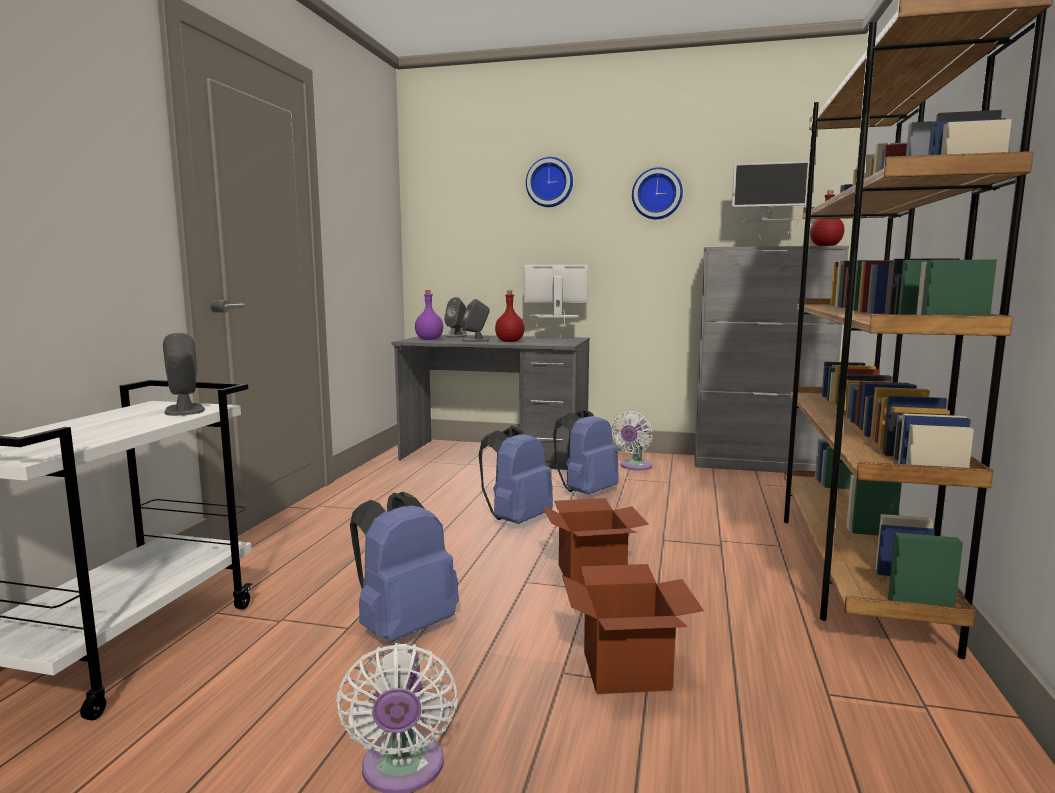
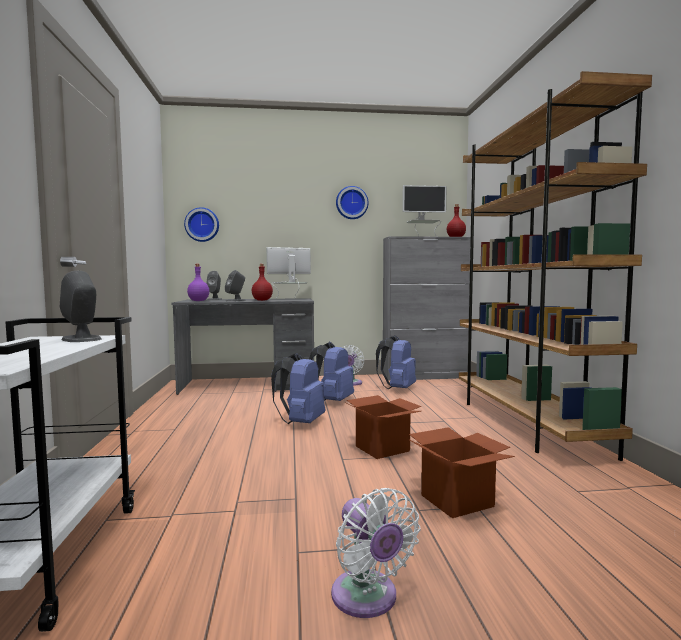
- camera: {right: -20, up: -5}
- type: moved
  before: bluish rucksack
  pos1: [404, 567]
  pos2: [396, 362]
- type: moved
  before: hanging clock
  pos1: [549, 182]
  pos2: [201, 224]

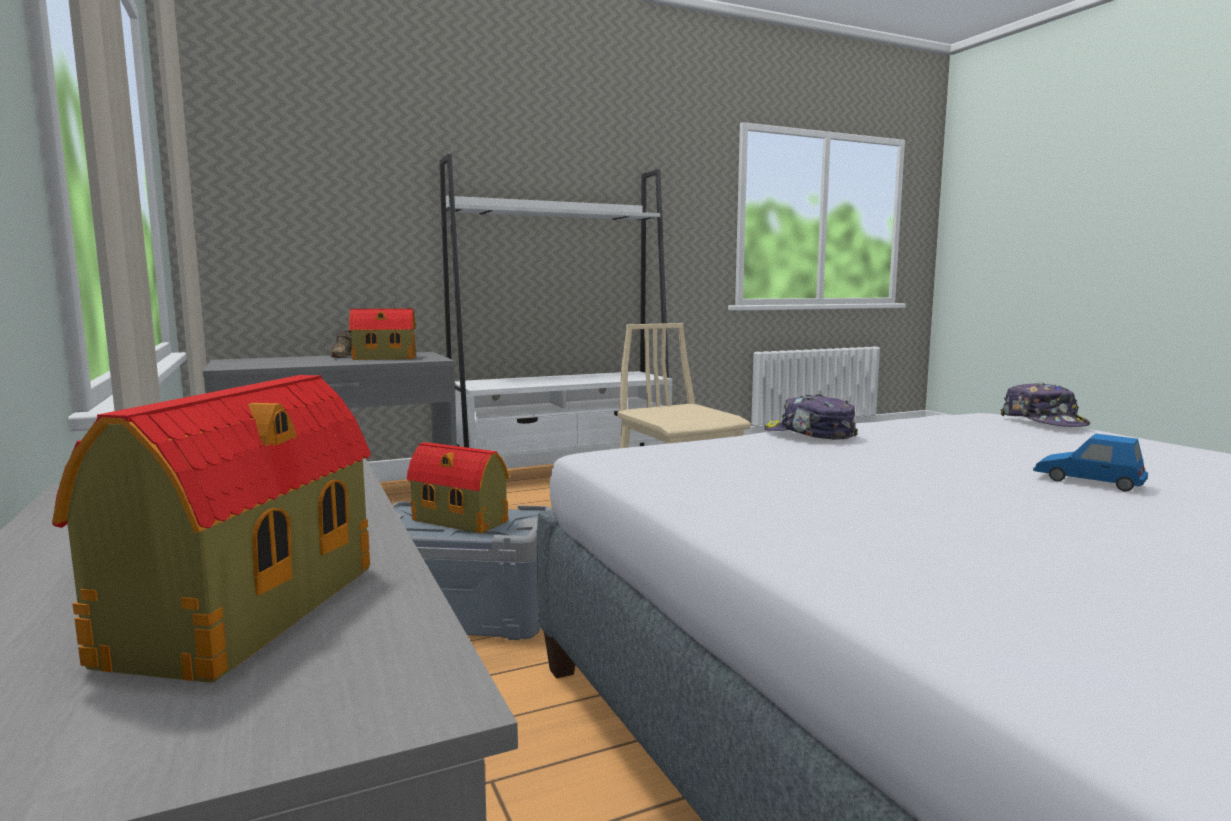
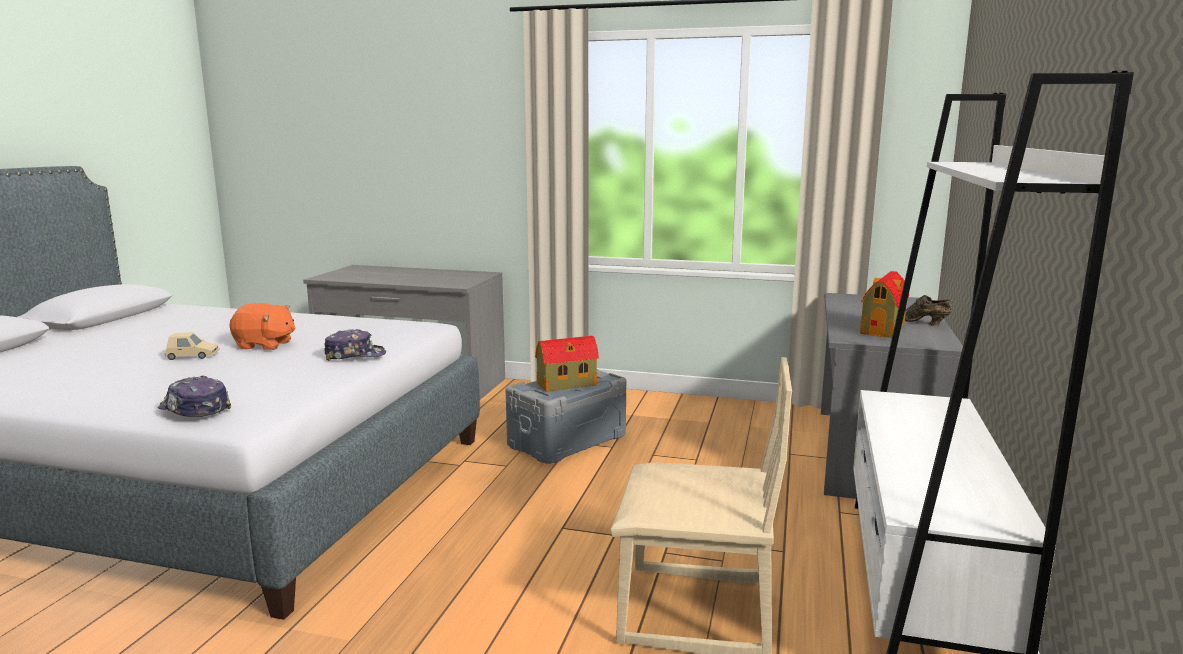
- camera: {right: 130, up: 5}
- type: removed
  before: miniature house
  pos1: [211, 528]
- type: recoloured
  before: bluish model car
  after: sand-coloured model car
  pos1: [1090, 463]
  pos2: [192, 346]
- type: added
  after: orange plush toy
  pos2: [263, 326]

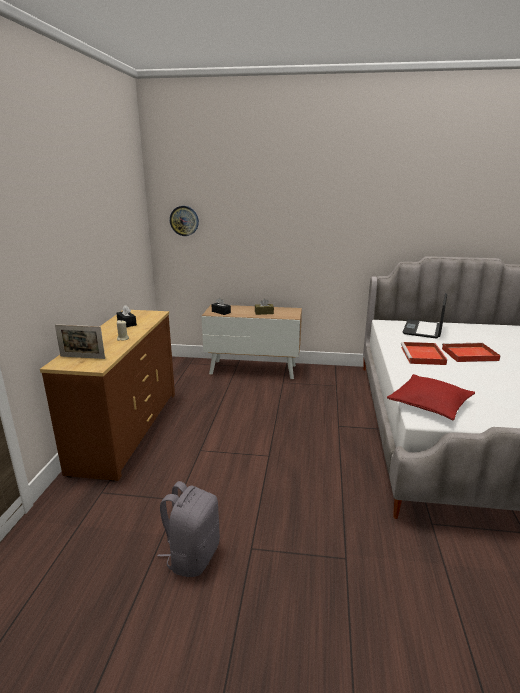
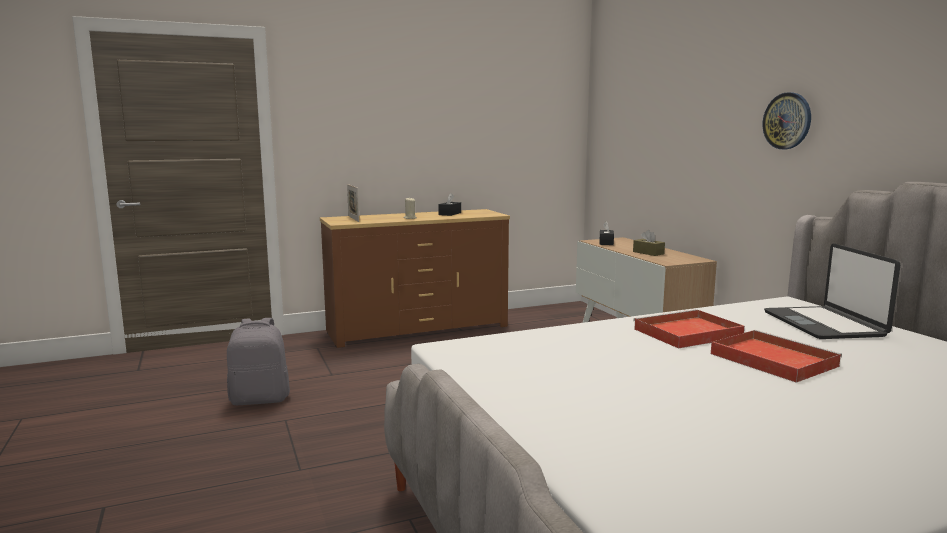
- camera: {right: 60, up: -10}
- type: moved
  before: hanging clock
  pos1: [184, 221]
  pos2: [787, 120]
- type: removed
  before: red cushion
  pos1: [431, 397]
- type: turned
  before: laptop
  pos1: [425, 316]
  pos2: [832, 291]
  turn: -90

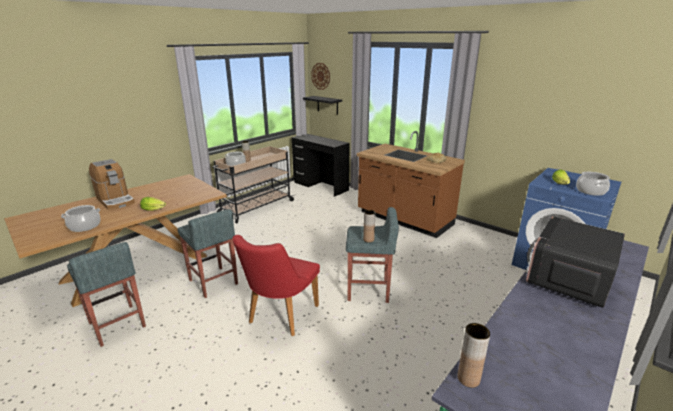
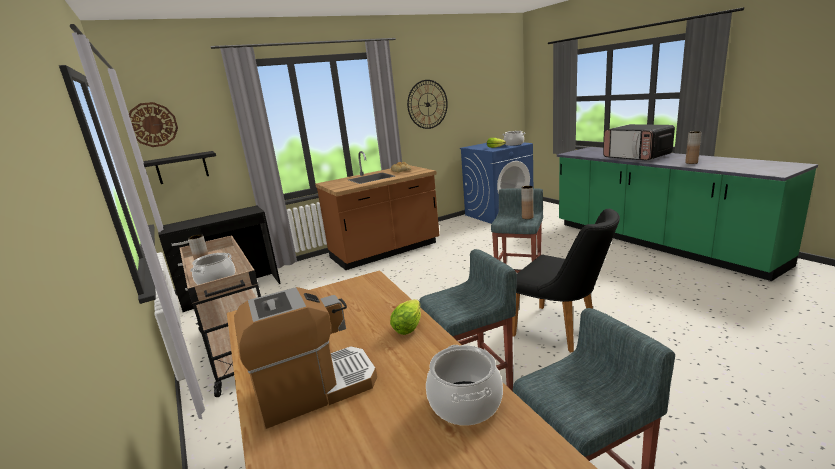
- camera: {right: -70, up: -5}
- type: recoloured
  before: red plain chair
  after: black-coloured plain chair
  pos1: [276, 285]
  pos2: [566, 281]
- type: moved
  before: brown flower vase
  pos1: [473, 355]
  pos2: [693, 147]
- type: added
  after: hanging clock
  pos2: [427, 104]

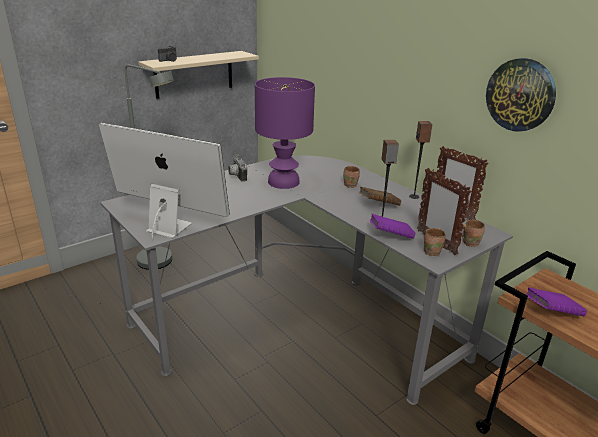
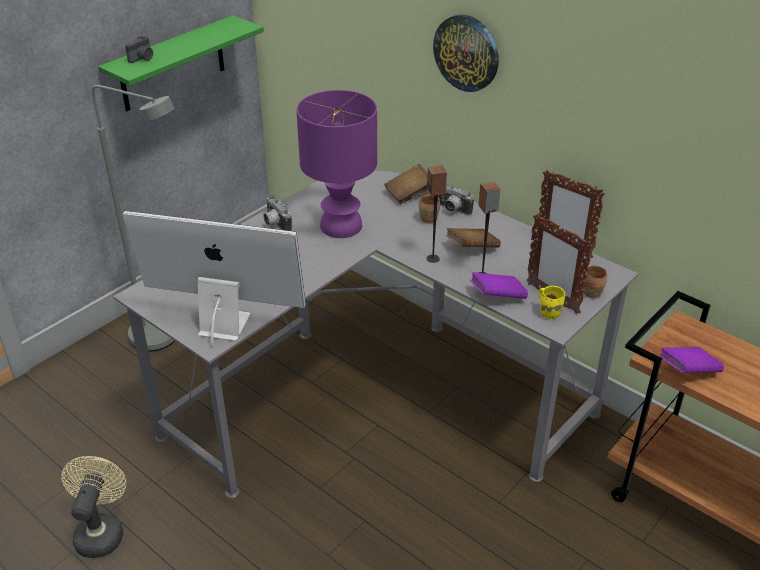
- camera: {right: -10, up: 10}
- type: recoloured
  before: sand-coloured shelf
  after: greenish shelf
  pos1: [198, 75]
  pos2: [181, 63]
- type: moved
  before: loudspeaker
  pos1: [421, 160]
  pos2: [436, 214]
- type: recoloured
  before: brown mug
  after: yellowish mug
  pos1: [434, 242]
  pos2: [551, 302]
- type: moved
  before: hanging clock
  pos1: [521, 95]
  pos2: [466, 53]
- type: added
  after: sand-coloured fan
  pos2: [94, 507]
- type: added
  after: brown volume
  pos2: [406, 184]
- type: added
  after: still camera
  pos2: [456, 199]

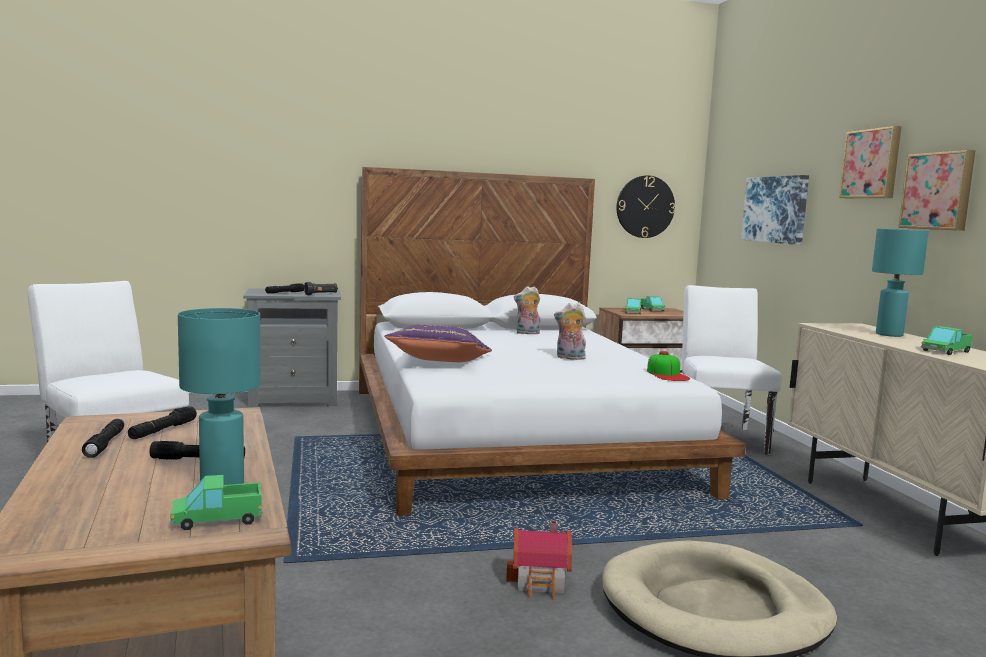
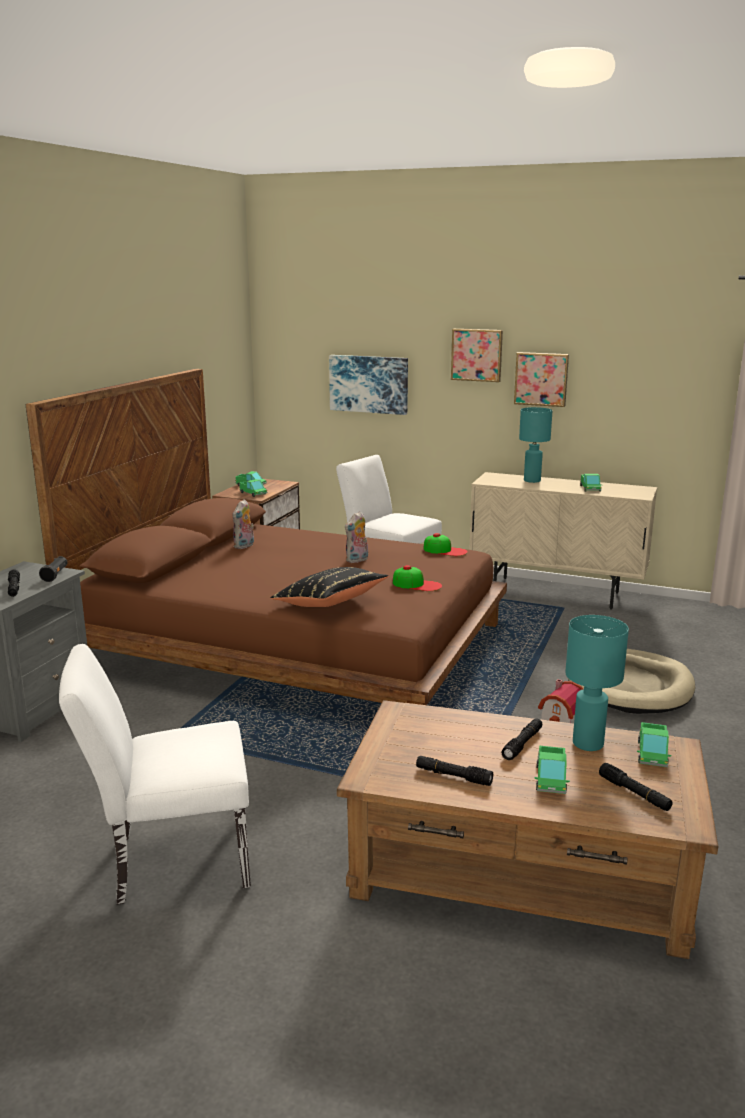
- camera: {right: -55, up: 10}
- type: moved
  before: black-coloured flashlight
  pos1: [162, 422]
  pos2: [636, 787]
- type: recoloured
  before: whitish bed
  after: brown bed
  pos1: [552, 341]
  pos2: [266, 537]
- type: recoloured
  before: purplish cushion
  after: black-coloured cushion
  pos1: [438, 343]
  pos2: [329, 587]
- type: removed
  before: hanging clock
  pos1: [645, 206]
- type: added
  after: baseball cap
  pos2: [417, 578]
- type: added
  after: model truck
  pos2: [552, 770]

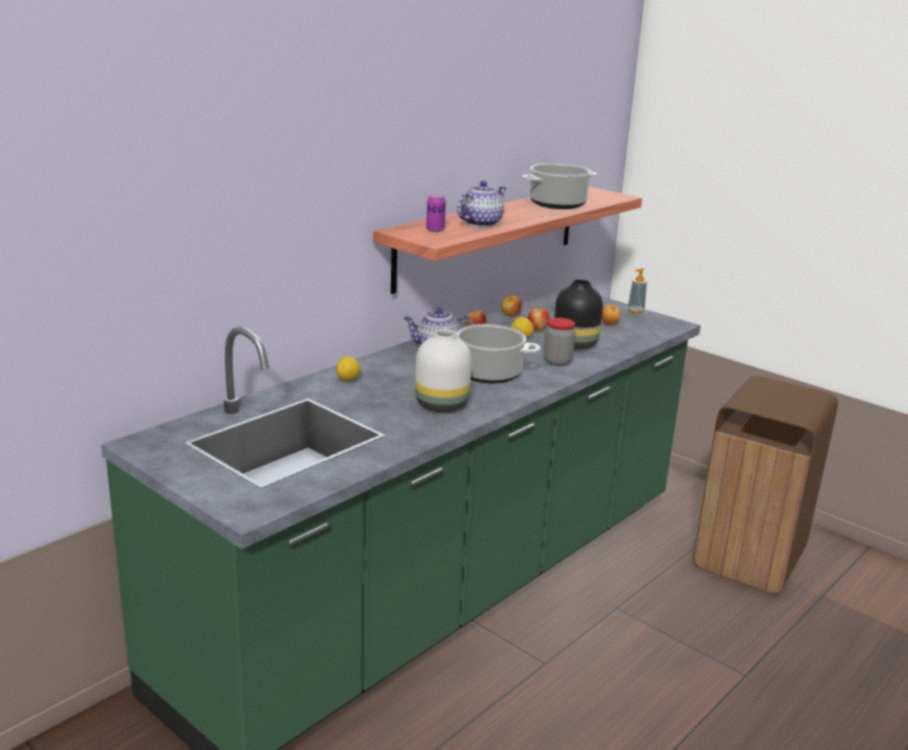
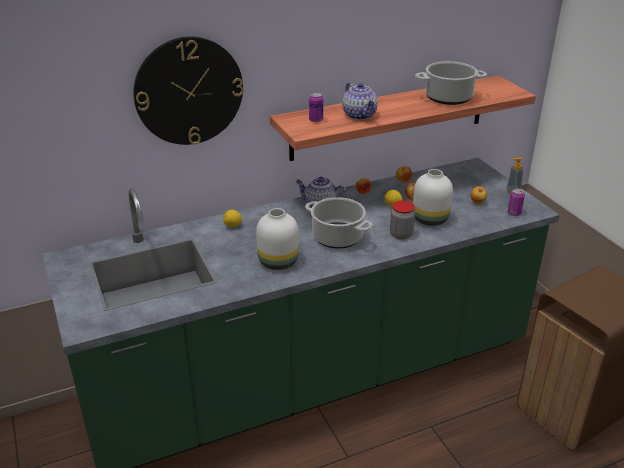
- camera: {right: 25, up: 10}
- type: turned
  before: teapot
  pos1: [482, 204]
  pos2: [360, 101]
  turn: 90
- type: recoloured
  before: black-coloured flower vase
  after: whitish flower vase
  pos1: [578, 314]
  pos2: [433, 197]
- type: added
  after: hanging clock
  pos2: [188, 91]
- type: added
  after: can
  pos2: [516, 202]

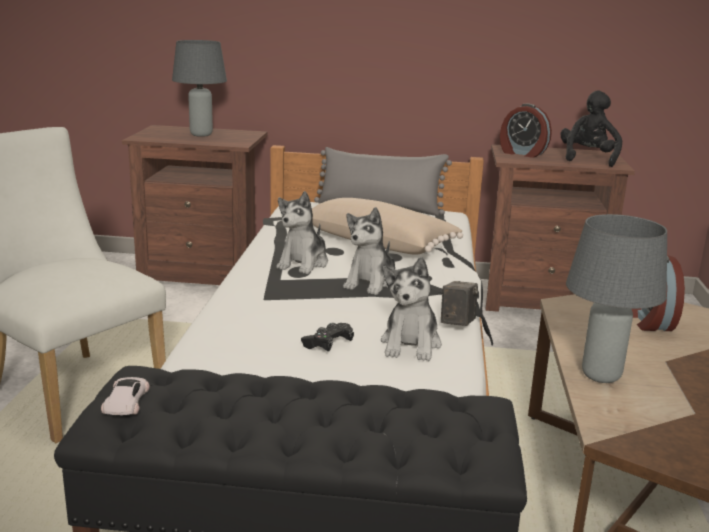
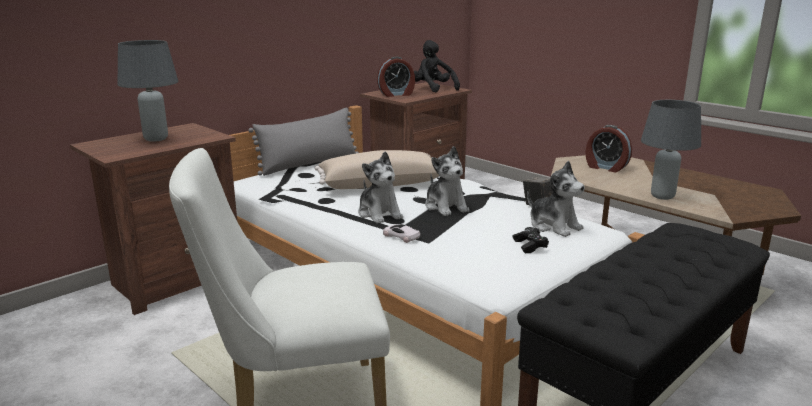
- camera: {right: -50, up: 0}
- type: moved
  before: whitish model car
  pos1: [125, 396]
  pos2: [401, 233]

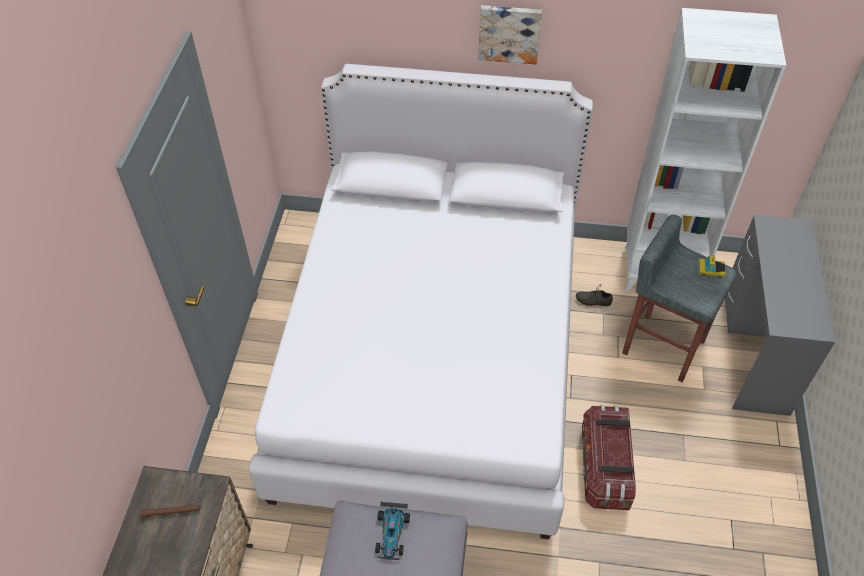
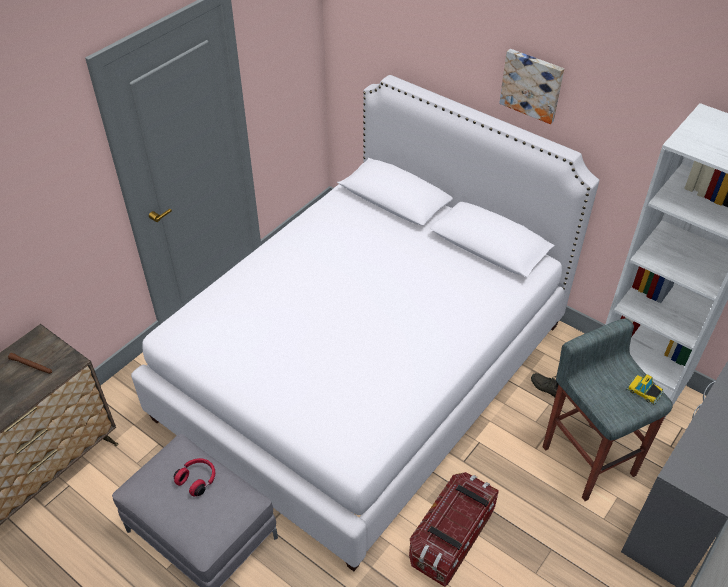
- camera: {right: 30, up: -5}
- type: replaced
  before: model car
  after: red pair of headphones
  pos1: [392, 530]
  pos2: [194, 477]

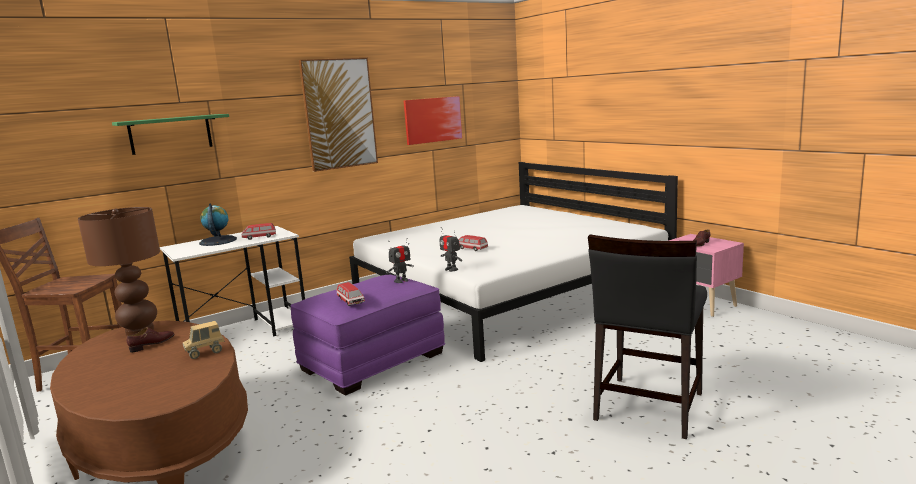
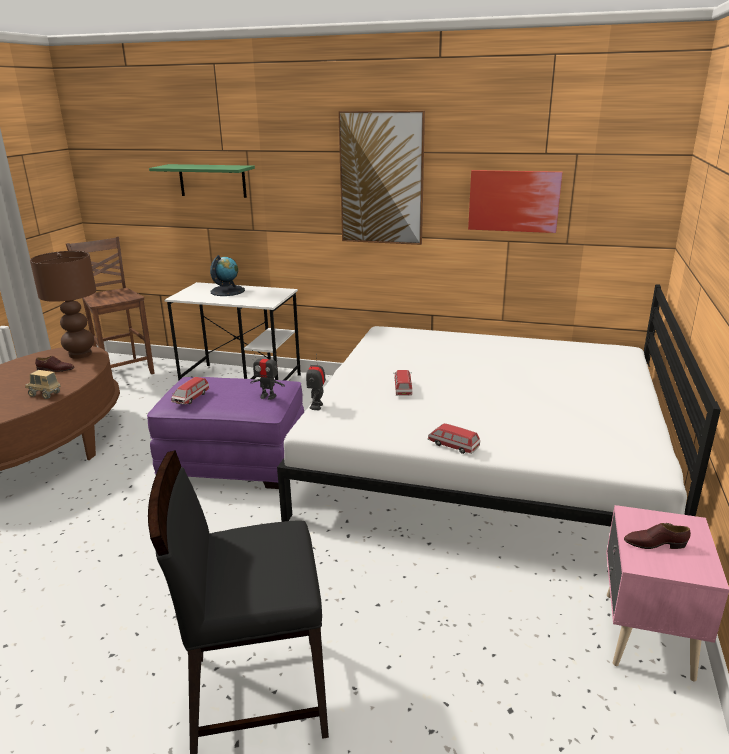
- camera: {right: 50, up: 10}
- type: moved
  before: model car
  pos1: [259, 231]
  pos2: [454, 438]

